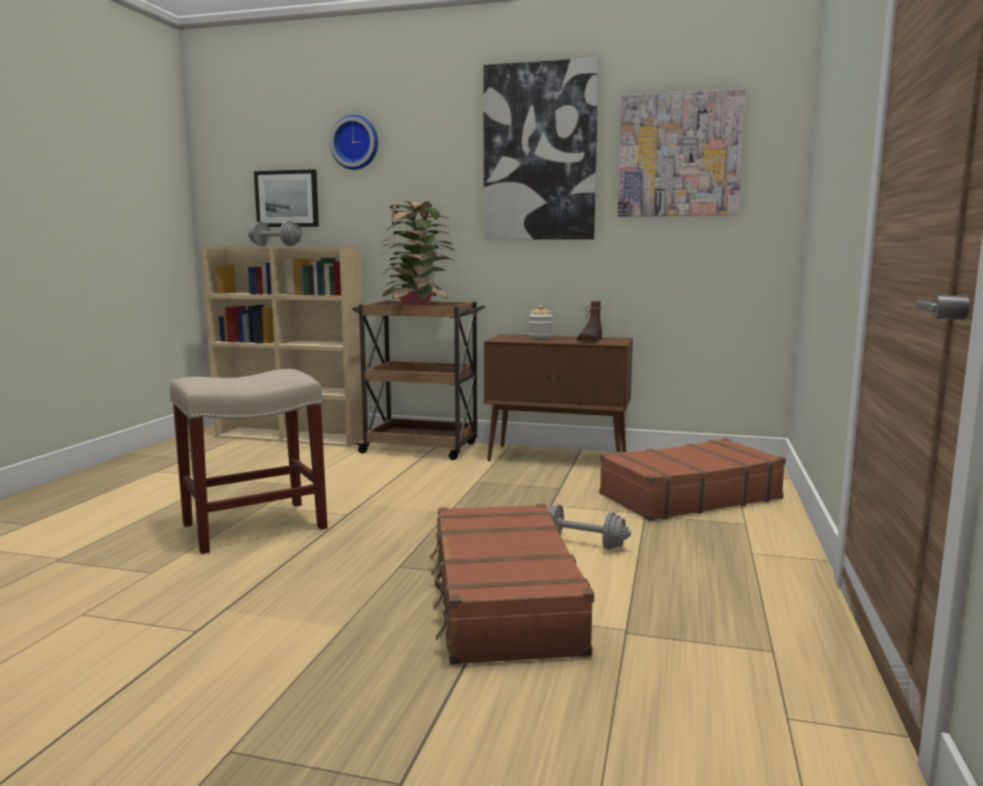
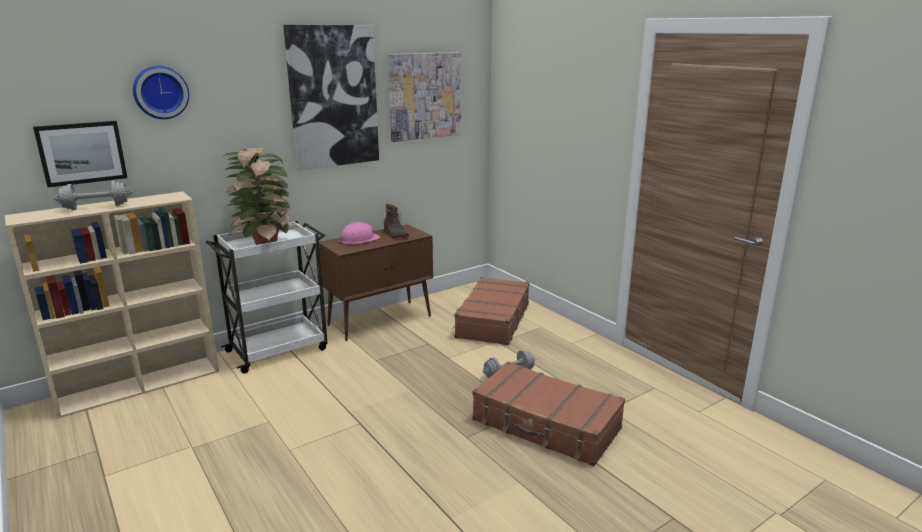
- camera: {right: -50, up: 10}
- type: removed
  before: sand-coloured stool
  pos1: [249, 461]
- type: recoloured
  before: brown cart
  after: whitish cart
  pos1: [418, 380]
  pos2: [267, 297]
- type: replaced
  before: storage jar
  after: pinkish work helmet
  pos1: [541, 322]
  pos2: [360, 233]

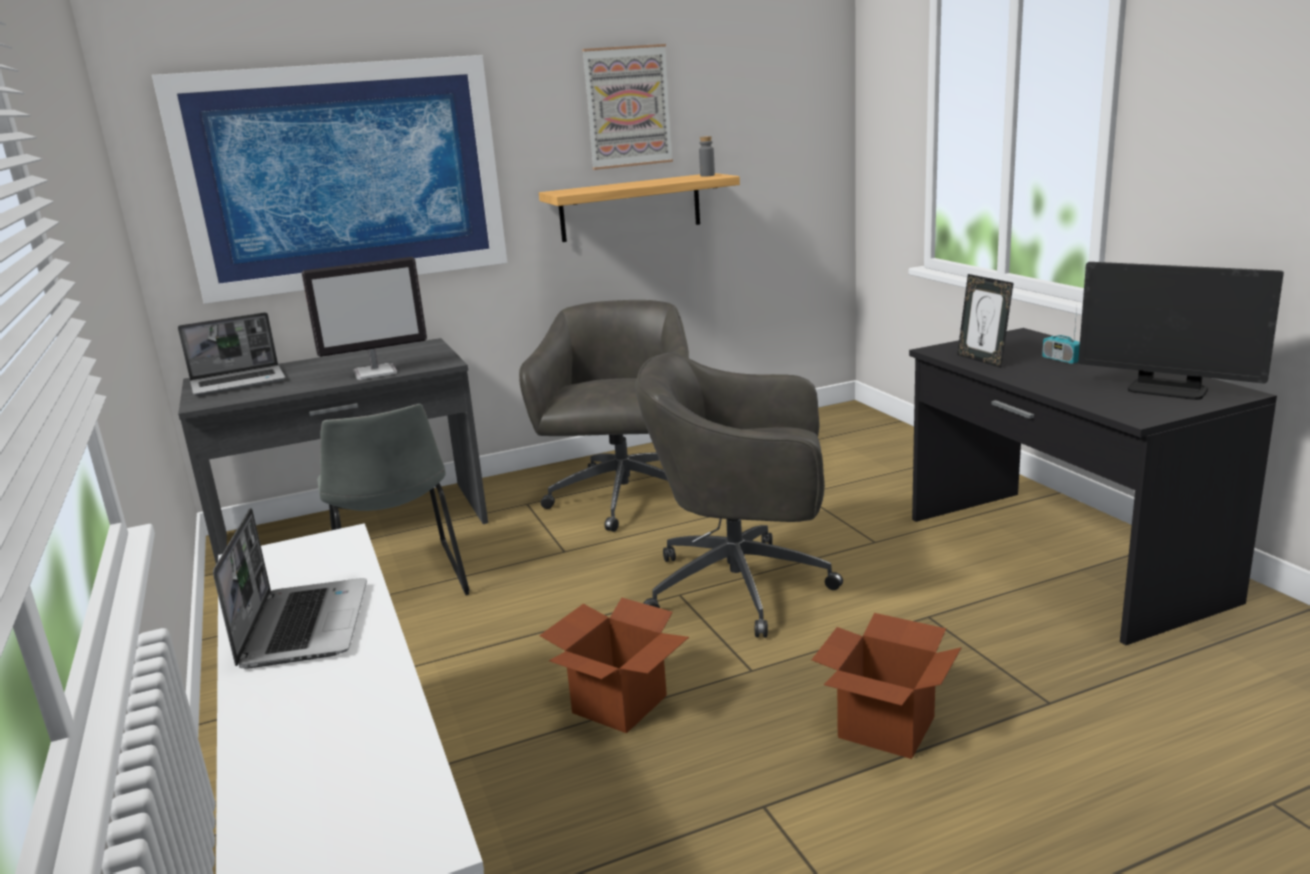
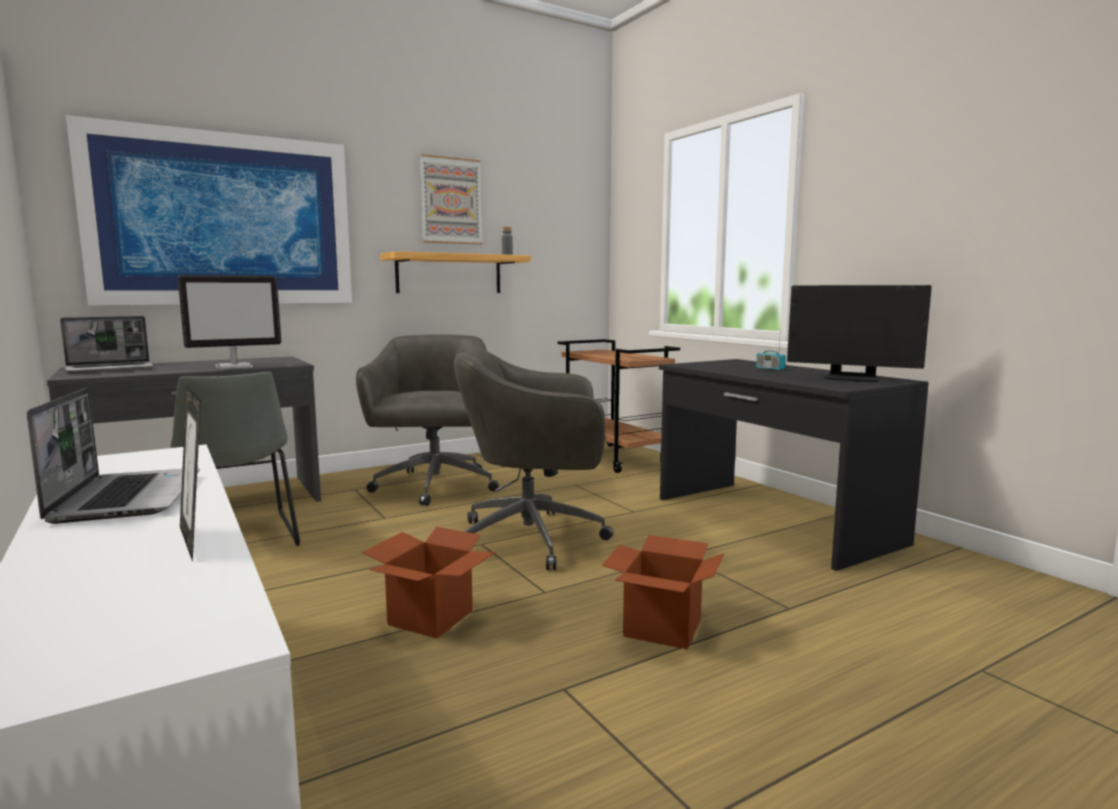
- camera: {right: -10, up: -10}
- type: moved
  before: picture frame
  pos1: [985, 321]
  pos2: [190, 473]
- type: added
  after: brown cart
  pos2: [618, 406]

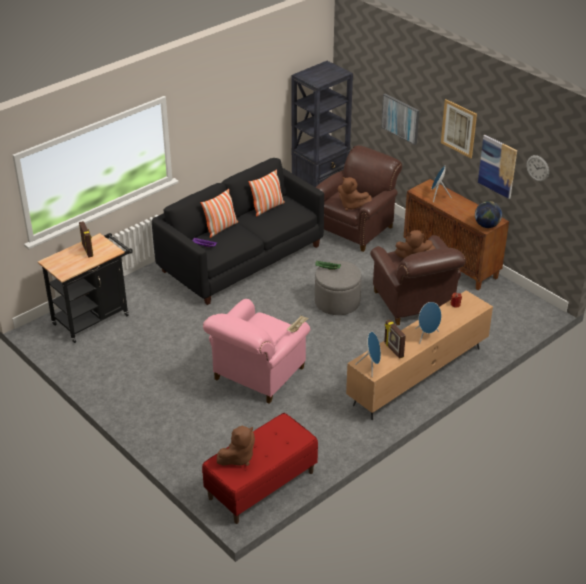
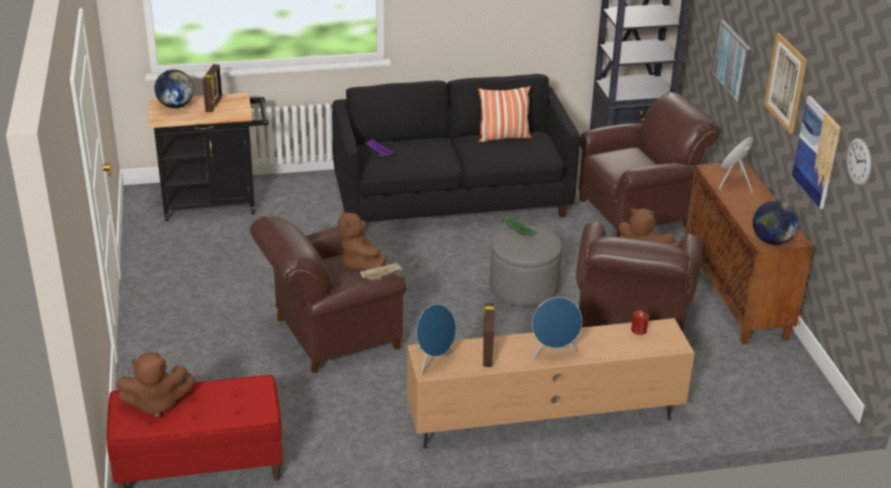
- camera: {right: 30, up: -5}
- type: removed
  before: cushion
  pos1: [219, 213]
- type: recoloured
  before: pinkish easy chair
  after: brown easy chair
  pos1: [256, 351]
  pos2: [328, 294]
- type: moved
  before: brown plush toy
  pos1: [355, 194]
  pos2: [362, 240]
- type: added
  after: desk globe
  pos2: [174, 88]

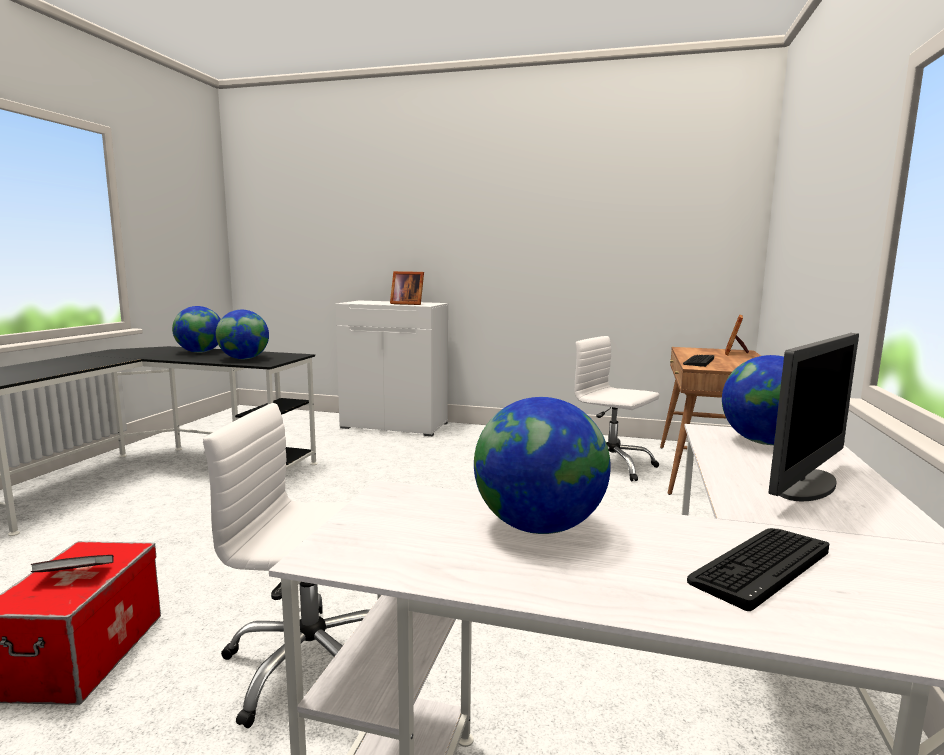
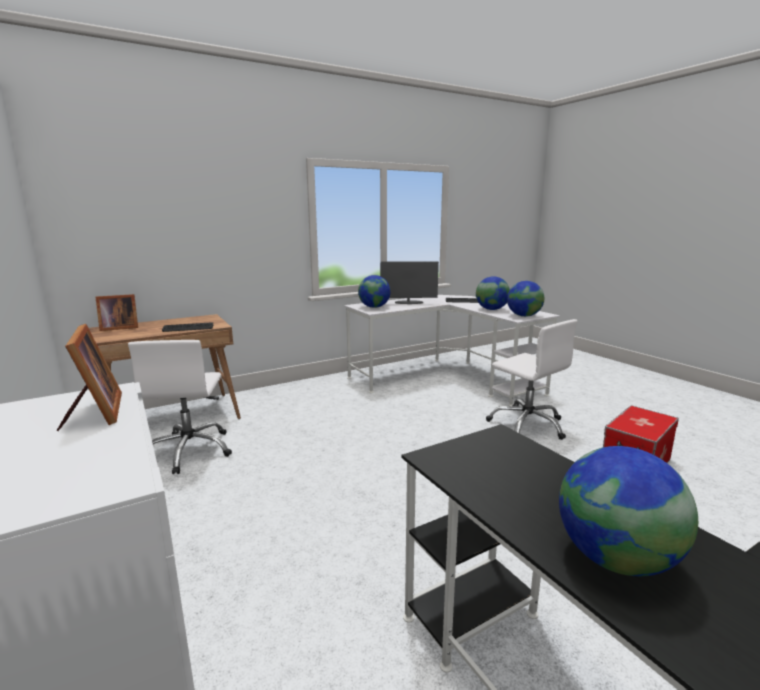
- camera: {right: -135, up: 5}
- type: removed
  before: volume
  pos1: [72, 563]
- type: moved
  before: desk globe
  pos1: [242, 334]
  pos2: [525, 299]

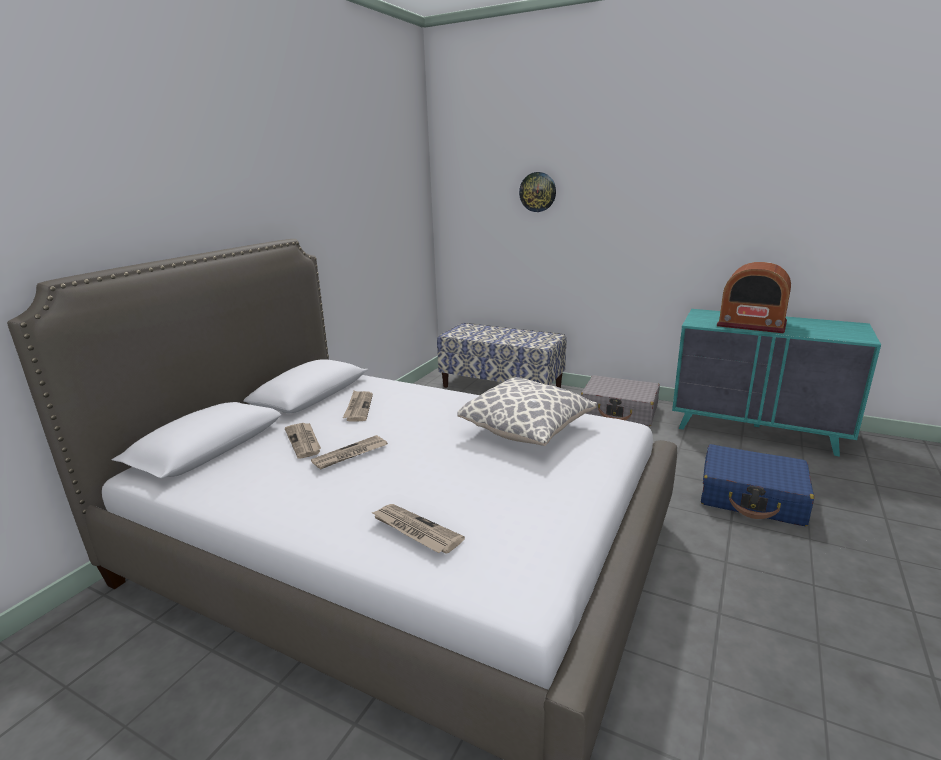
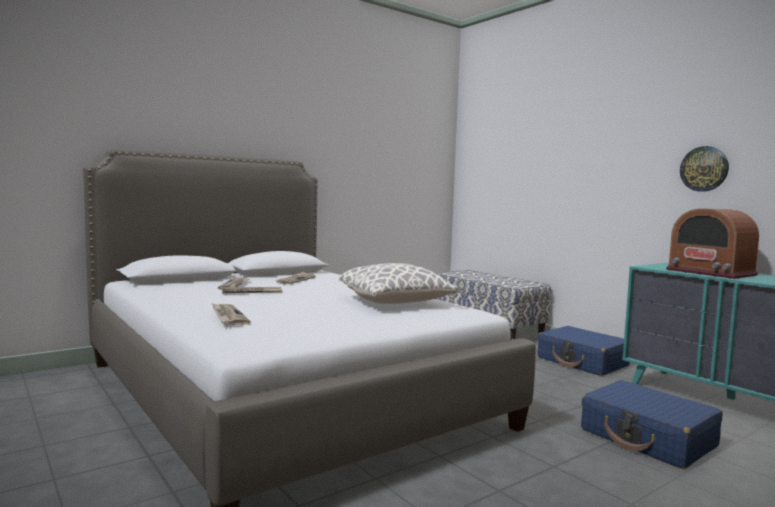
- camera: {right: 25, up: -15}
- type: moved
  before: hanging clock
  pos1: [537, 192]
  pos2: [704, 169]
- type: recoloured
  before: greyish travel case
  after: bluish travel case
  pos1: [620, 400]
  pos2: [584, 351]

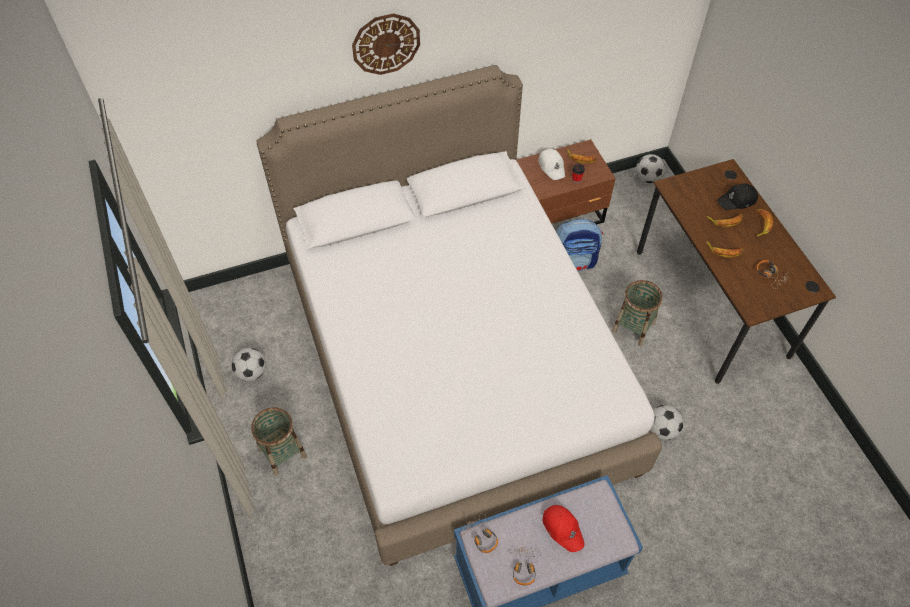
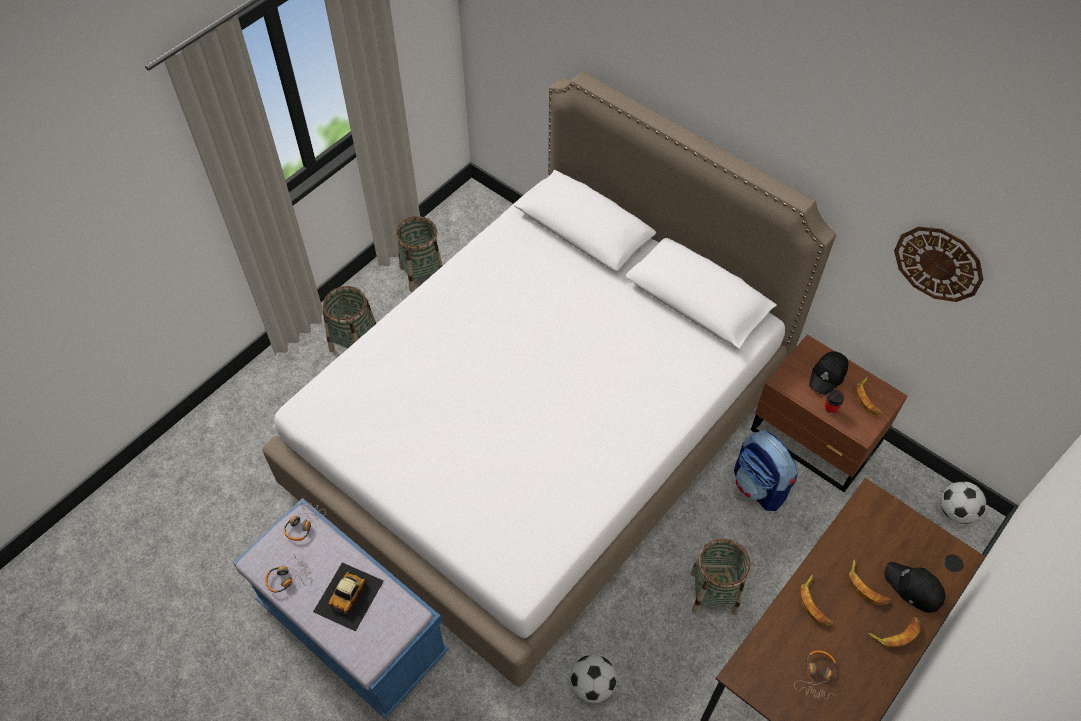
- camera: {right: 60, up: 0}
- type: replaced
  before: ball for football
  after: household basket
  pos1: [248, 364]
  pos2: [418, 254]
- type: moved
  before: hanging clock
  pos1: [386, 44]
  pos2: [939, 264]
- type: recoloured
  before: whitish baseball cap
  after: black-coloured baseball cap
  pos1: [551, 164]
  pos2: [829, 373]
- type: replaced
  before: red baseball cap
  after: model car
  pos1: [564, 528]
  pos2: [348, 597]

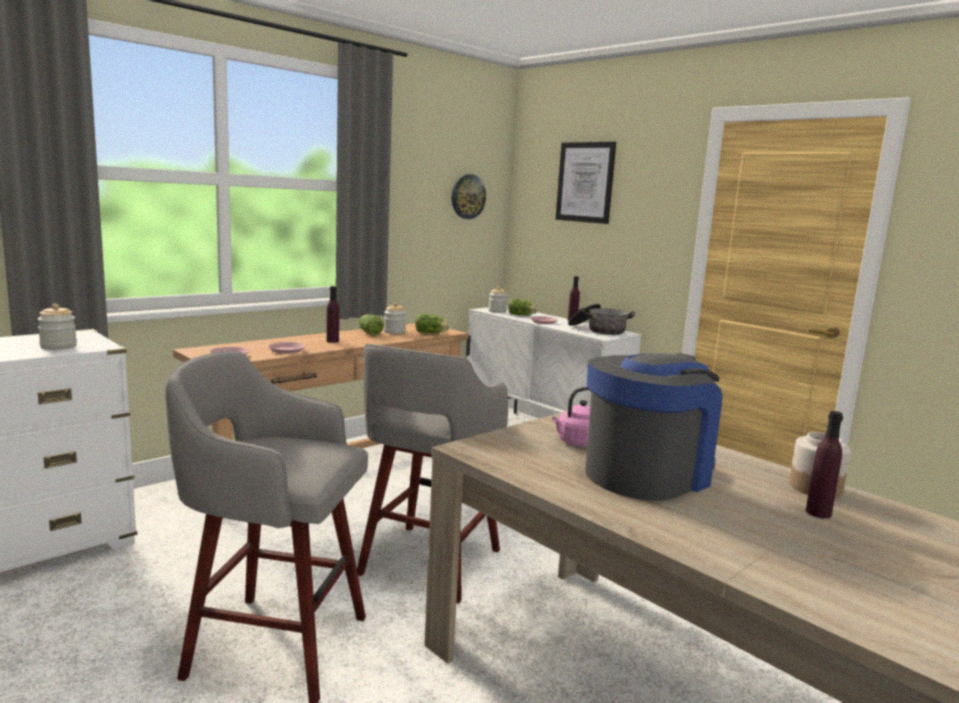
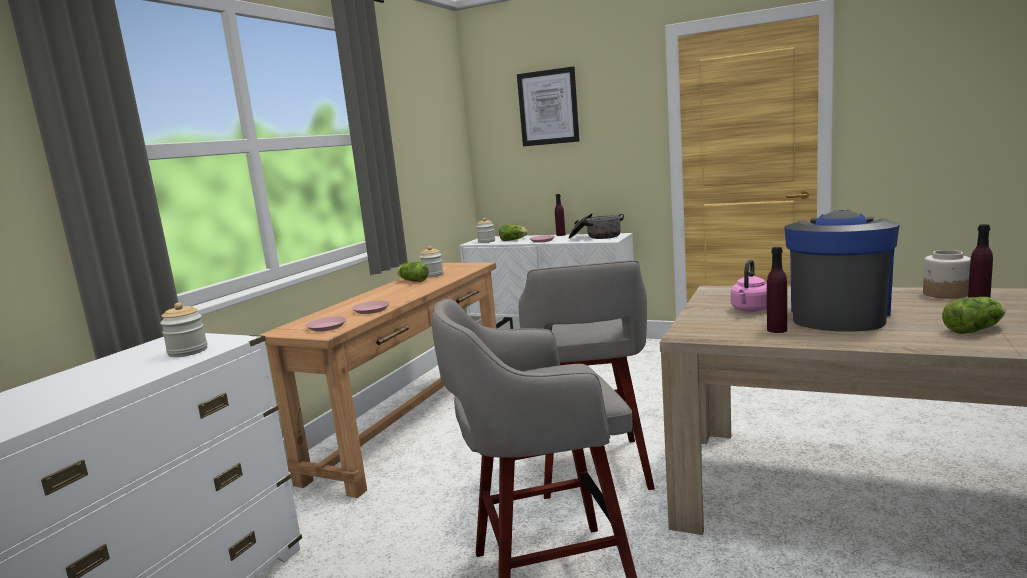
- camera: {right: -20, up: 0}
- type: moved
  before: purplish bottle
  pos1: [332, 314]
  pos2: [777, 290]
- type: moved
  before: lettuce head
  pos1: [432, 323]
  pos2: [974, 315]
- type: removed
  before: hanging clock
  pos1: [469, 196]

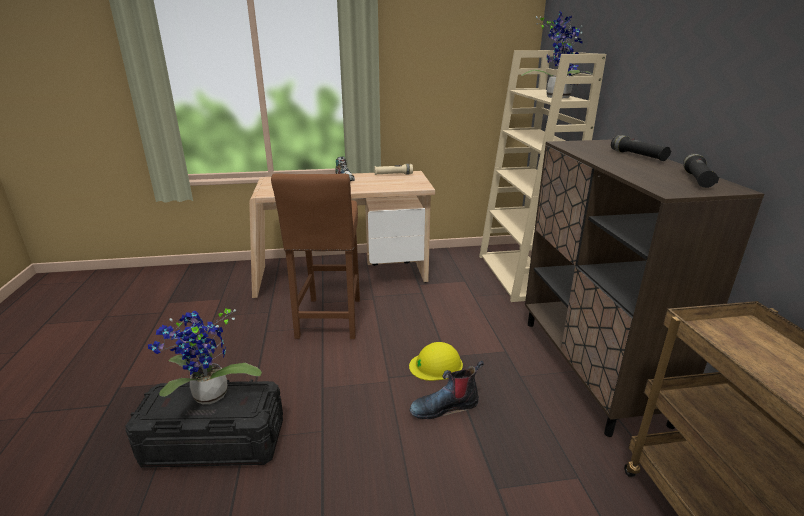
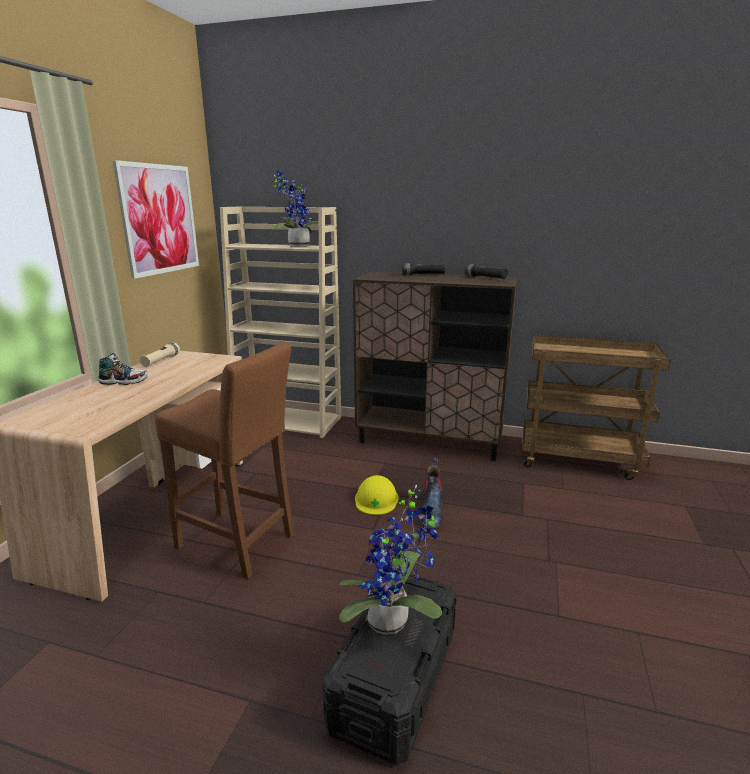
- camera: {right: -65, up: -5}
- type: added
  after: wall art
  pos2: [156, 219]

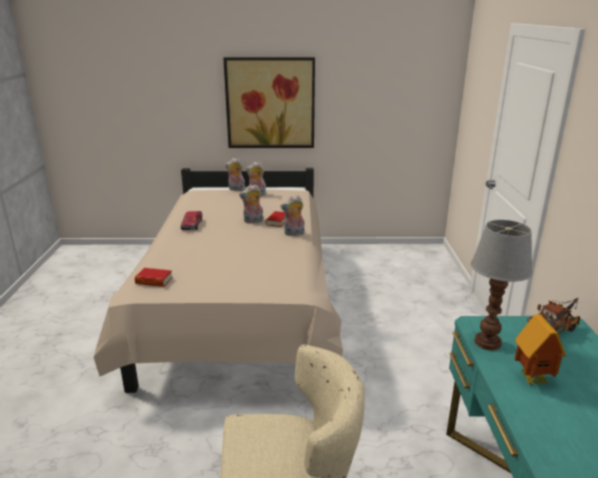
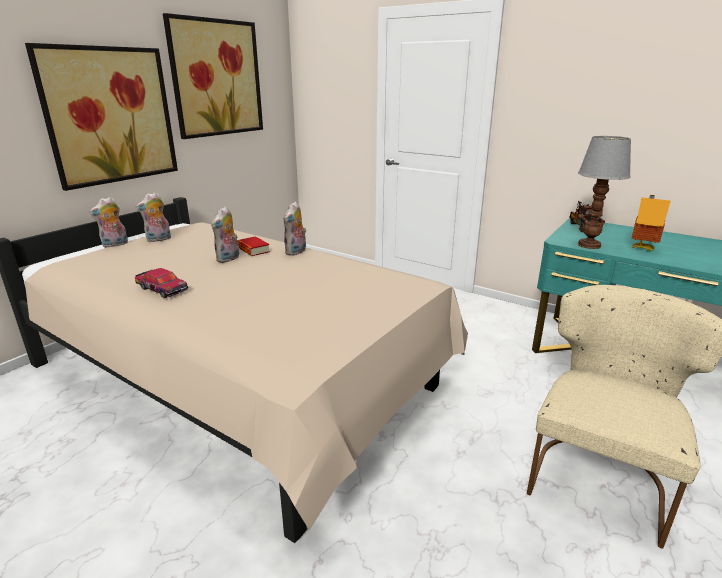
- camera: {right: -55, up: 0}
- type: removed
  before: volume
  pos1: [153, 277]
- type: added
  after: wall art
  pos2: [213, 76]

